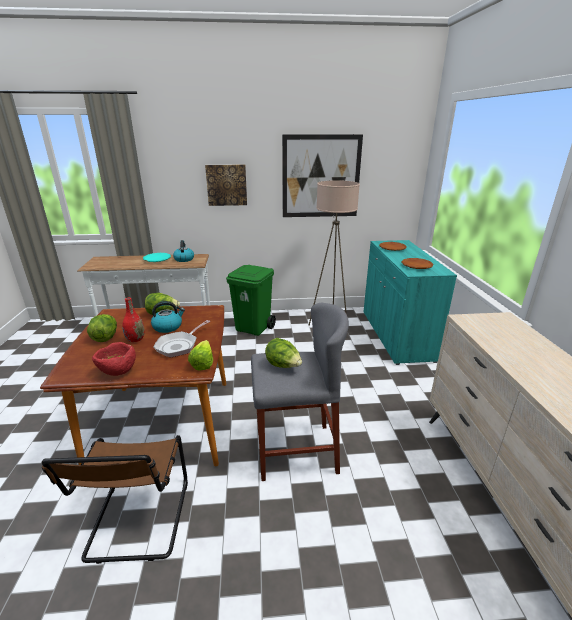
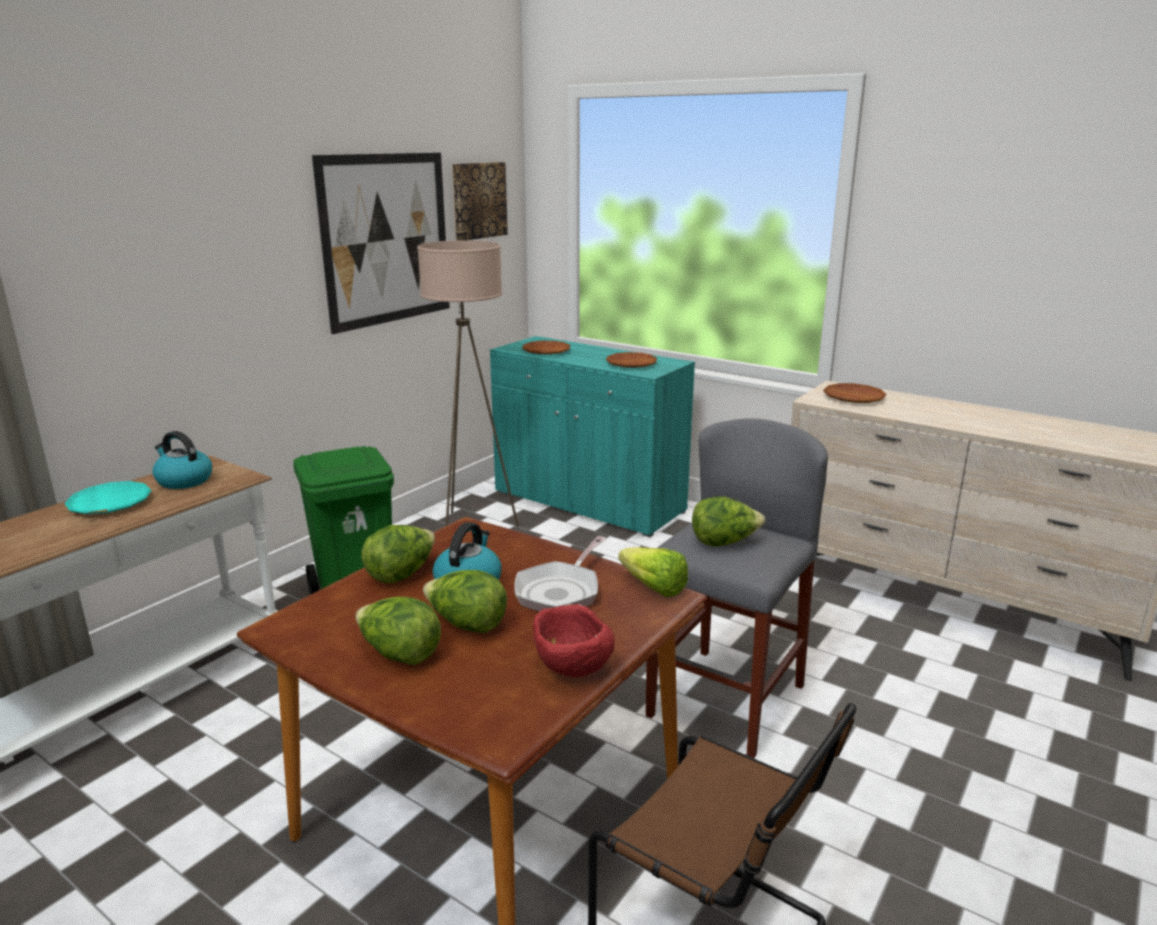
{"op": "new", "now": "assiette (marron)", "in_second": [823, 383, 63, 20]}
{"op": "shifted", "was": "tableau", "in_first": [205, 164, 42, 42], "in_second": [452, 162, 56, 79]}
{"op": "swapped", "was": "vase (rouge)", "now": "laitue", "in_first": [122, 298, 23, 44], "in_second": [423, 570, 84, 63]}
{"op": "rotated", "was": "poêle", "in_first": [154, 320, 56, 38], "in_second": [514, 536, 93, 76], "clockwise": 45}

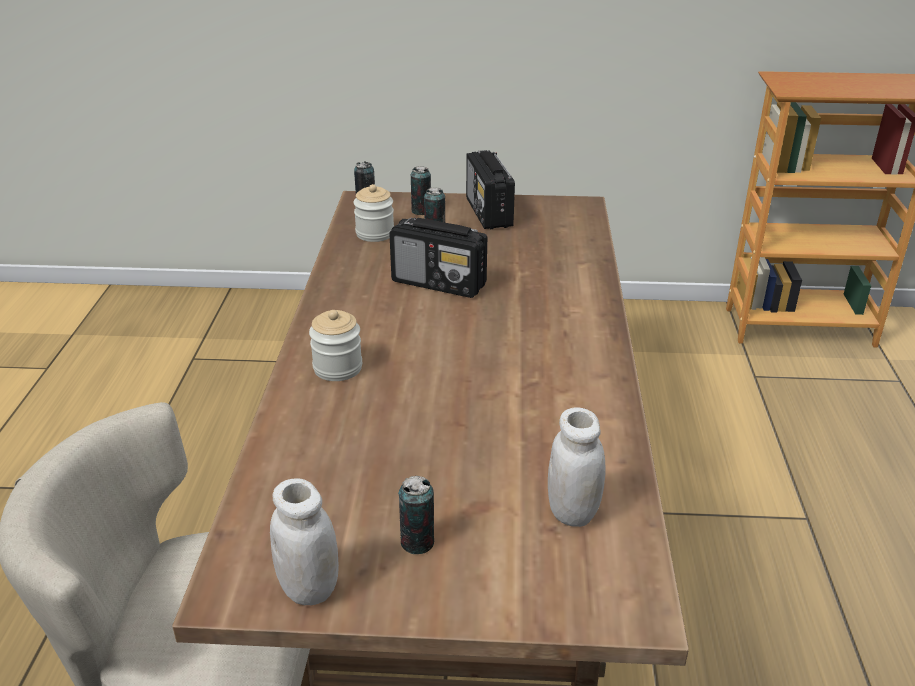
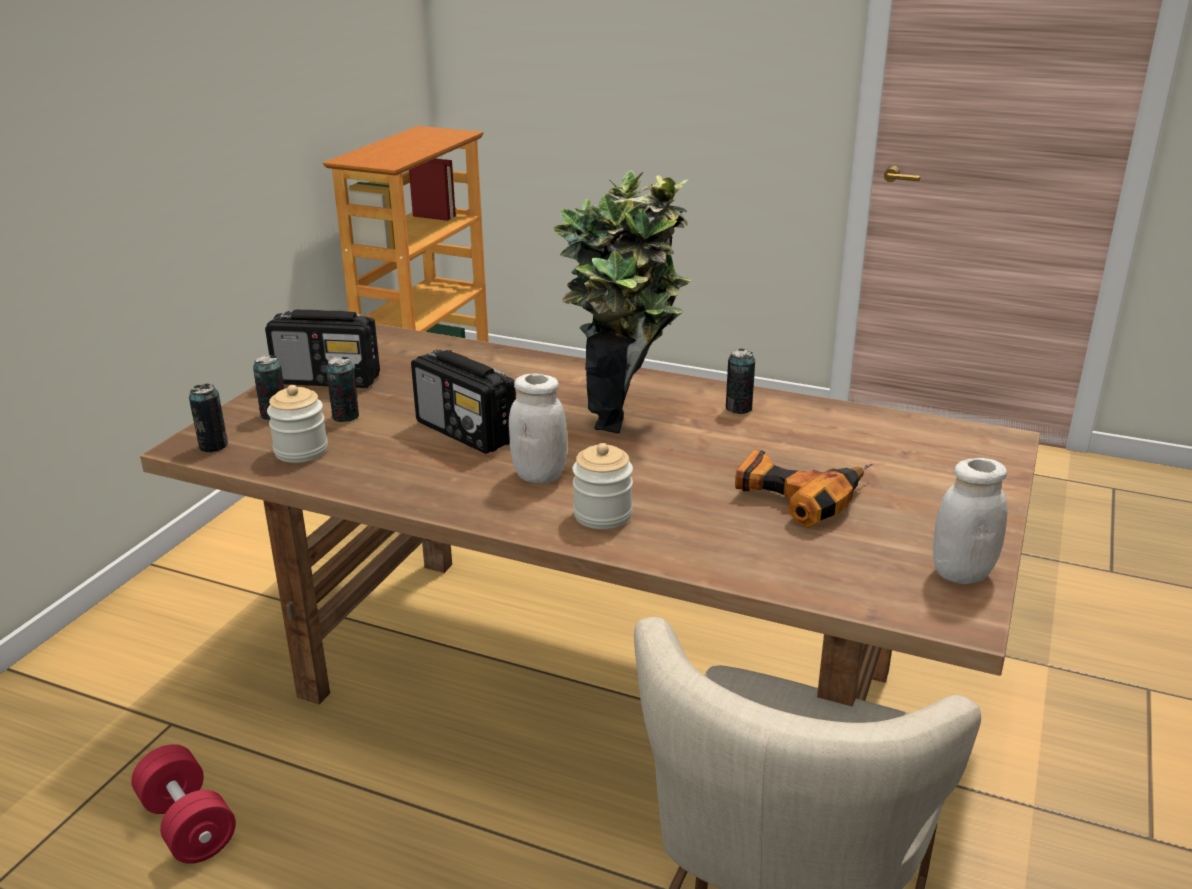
{"op": "new", "now": "haltère (rouge)", "in_second": [131, 744, 105, 120]}
{"op": "new", "now": "plante en pot", "in_second": [553, 170, 138, 263]}
{"op": "new", "now": "perceuse", "in_second": [735, 450, 137, 78]}
{"op": "shifted", "was": "boîte métallique", "in_first": [398, 476, 36, 78], "in_second": [726, 349, 29, 65]}
{"op": "shifted", "was": "bocal (blanc)", "in_first": [548, 407, 58, 120], "in_second": [509, 374, 58, 110]}
{"op": "rotated", "was": "radio", "in_first": [389, 217, 98, 81], "in_second": [411, 349, 105, 105], "clockwise": 90}

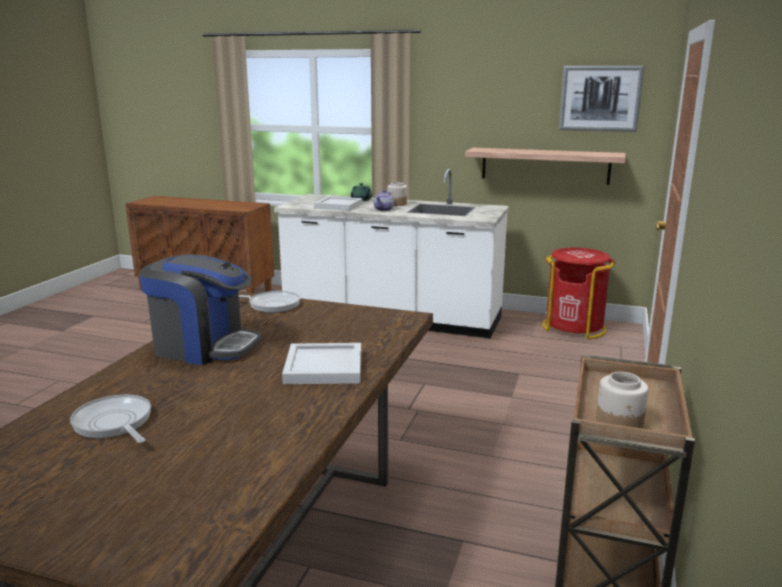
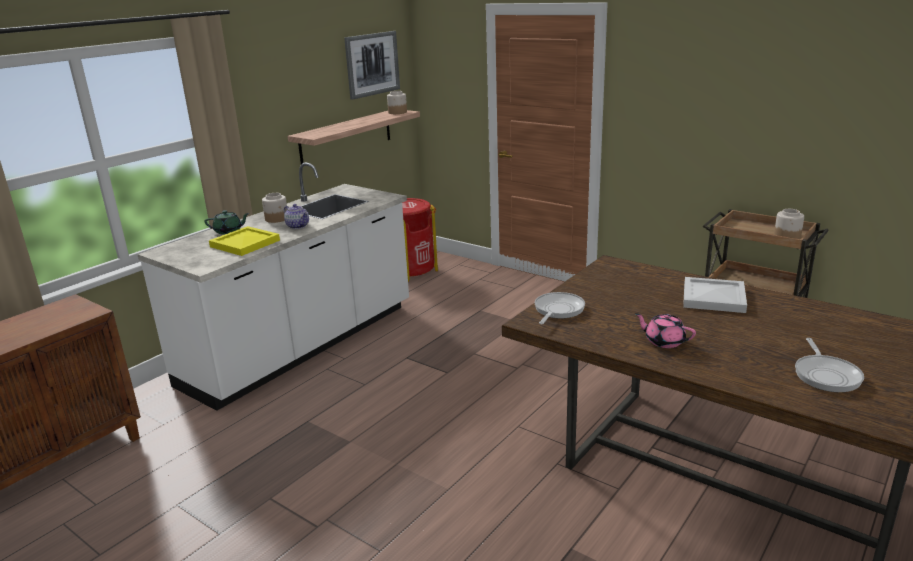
{"op": "new", "now": "bocal", "in_second": [387, 91, 20, 23]}
{"op": "swapped", "was": "machine à café", "now": "théière (rose)", "in_first": [139, 254, 122, 111], "in_second": [635, 313, 61, 35]}
{"op": "repainted", "was": "plateau (blanc)", "now": "plateau (jaune)", "in_first": [314, 196, 49, 15], "in_second": [209, 226, 71, 30]}
{"op": "rotated", "was": "poêle", "in_first": [70, 395, 81, 48], "in_second": [795, 338, 69, 54], "clockwise": -60}

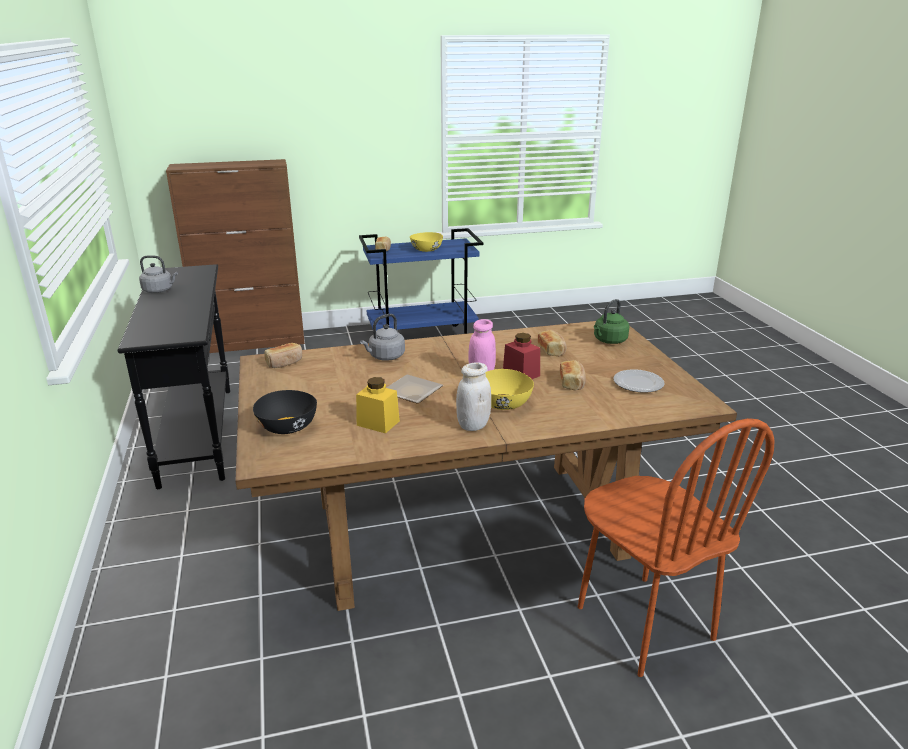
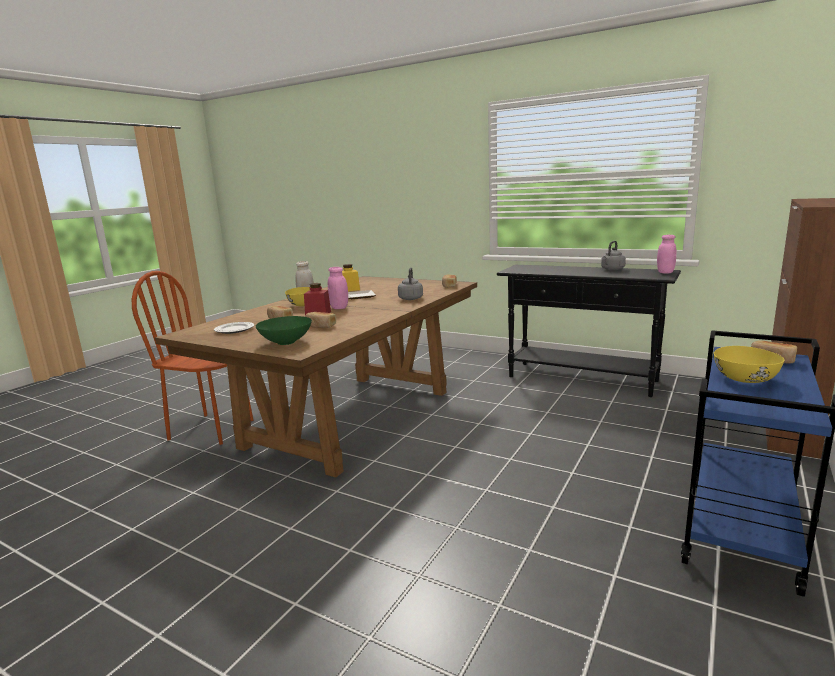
{"op": "gone", "was": "bol (noir)", "in_first": [253, 390, 64, 44]}
{"op": "new", "now": "bocal (rose)", "in_second": [657, 235, 20, 39]}
{"op": "swapped", "was": "bouilloire (vert)", "now": "bol (vert)", "in_first": [594, 299, 36, 45], "in_second": [256, 316, 56, 29]}

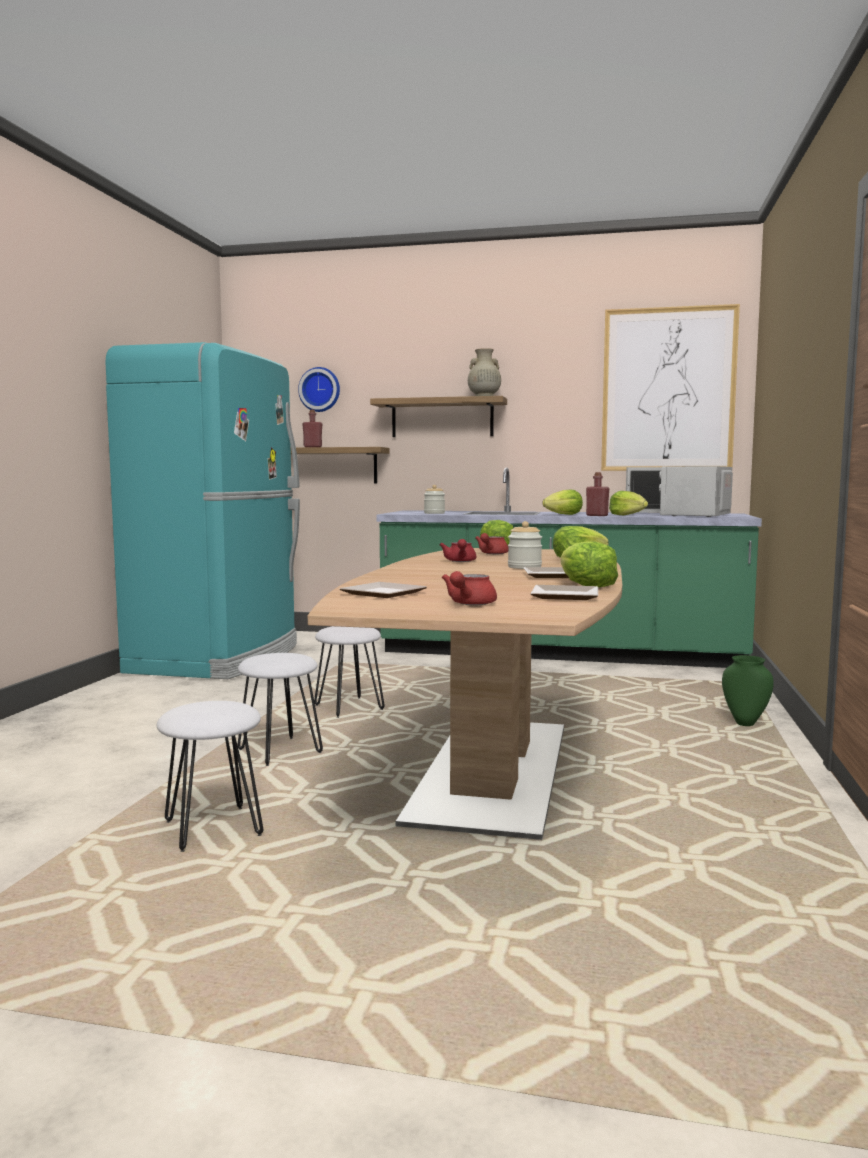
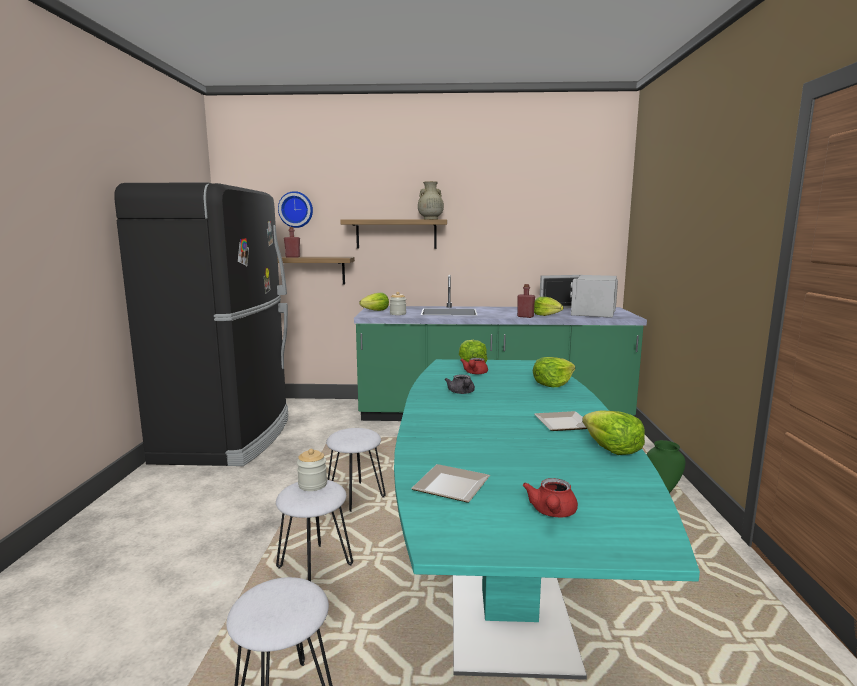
{"op": "gone", "was": "assiette", "in_first": [530, 585, 68, 15]}
{"op": "gone", "was": "tableau", "in_first": [601, 304, 139, 167]}
{"op": "shifted", "was": "bocal", "in_first": [508, 521, 34, 48], "in_second": [297, 449, 30, 42]}
{"op": "shifted", "was": "laitue", "in_first": [542, 490, 41, 25], "in_second": [360, 293, 29, 18]}
{"op": "repainted", "was": "réfrigérateur (turquoise)", "now": "réfrigérateur (noir)", "in_first": [106, 342, 194, 337], "in_second": [114, 182, 174, 284]}
{"op": "repainted", "was": "table à manger (marron)", "now": "table à manger (turquoise)", "in_first": [308, 548, 314, 292], "in_second": [394, 359, 306, 321]}
{"op": "repainted", "was": "théière (rouge)", "now": "théière (gris)", "in_first": [439, 539, 37, 23], "in_second": [445, 374, 30, 20]}

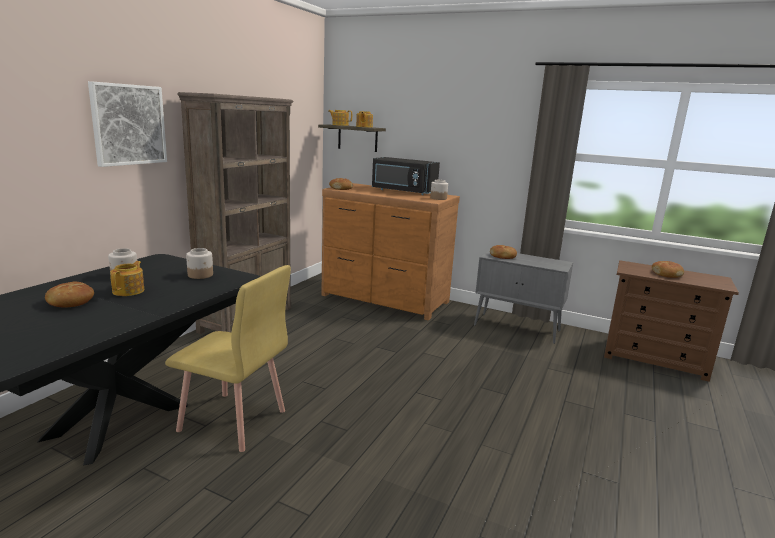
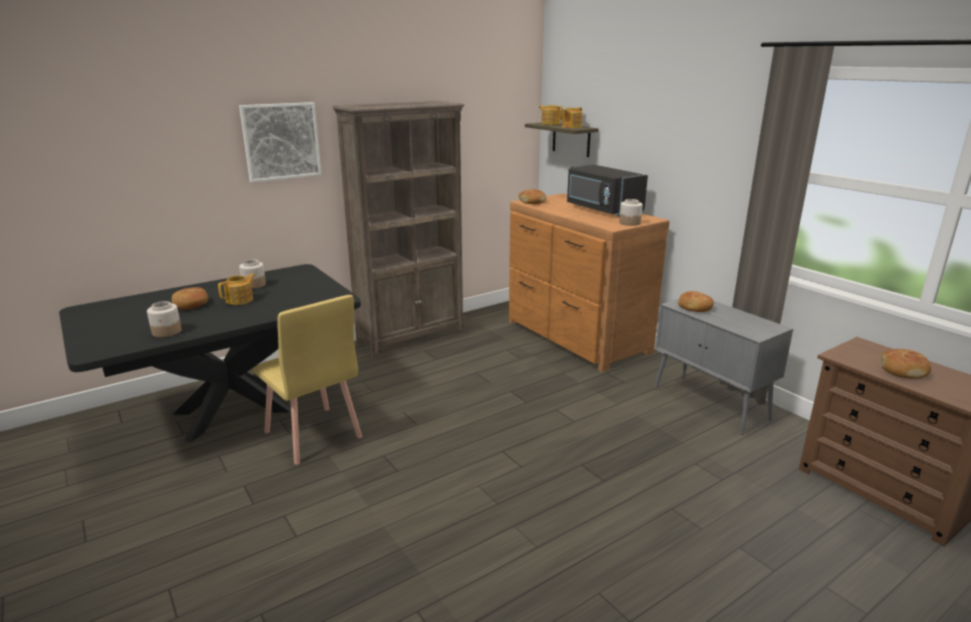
{"op": "shifted", "was": "bocal", "in_first": [186, 248, 27, 31], "in_second": [147, 301, 35, 36]}

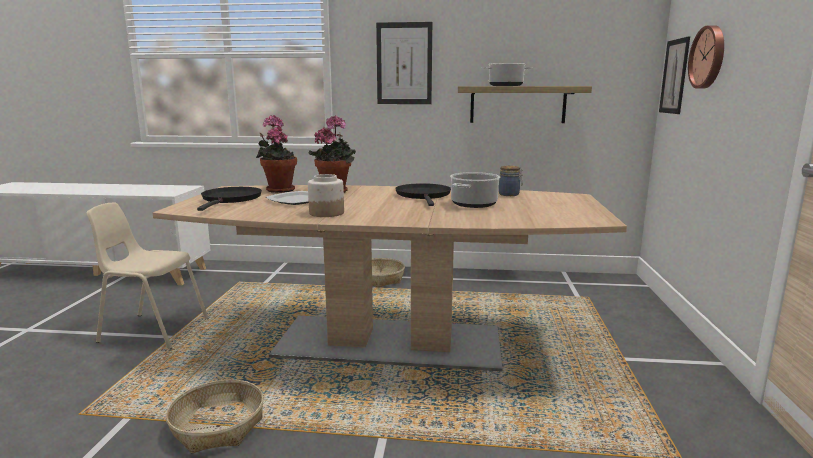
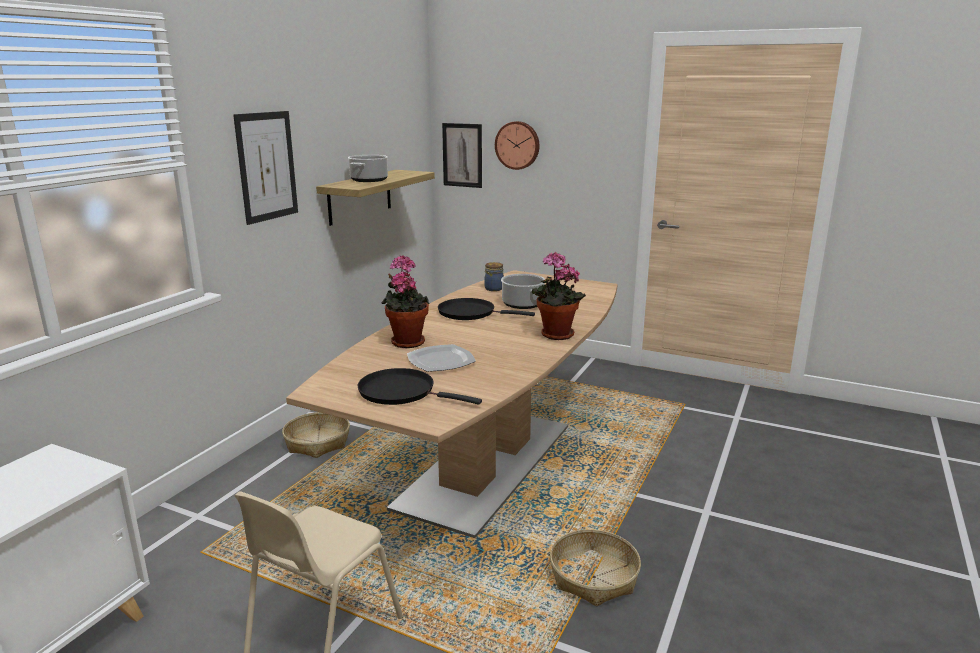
{"op": "gone", "was": "bocal", "in_first": [308, 174, 36, 43]}
{"op": "shifted", "was": "plante en pot", "in_first": [256, 115, 41, 78], "in_second": [532, 252, 54, 88]}

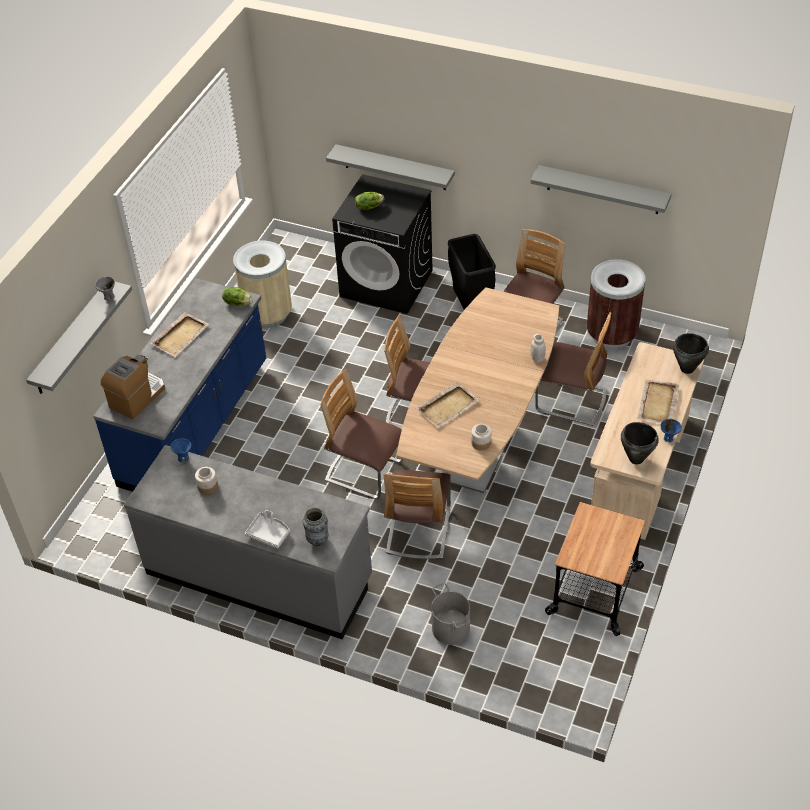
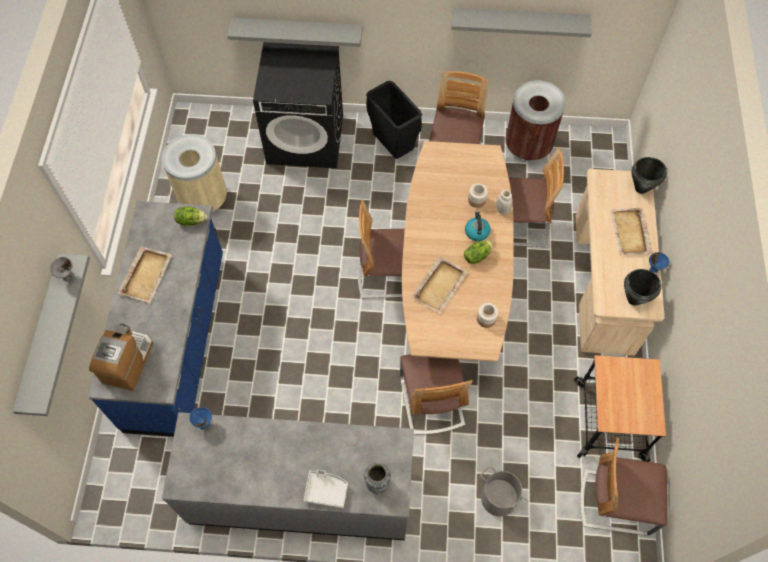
{"op": "new", "now": "bouilloire", "in_second": [465, 211, 25, 30]}
{"op": "shifted", "was": "bocal", "in_first": [195, 467, 23, 28], "in_second": [468, 183, 20, 25]}
{"op": "shifted", "was": "chaise", "in_first": [320, 369, 84, 130], "in_second": [580, 438, 87, 97]}
{"op": "shifted", "was": "laitue", "in_first": [355, 192, 29, 18], "in_second": [464, 241, 29, 23]}

